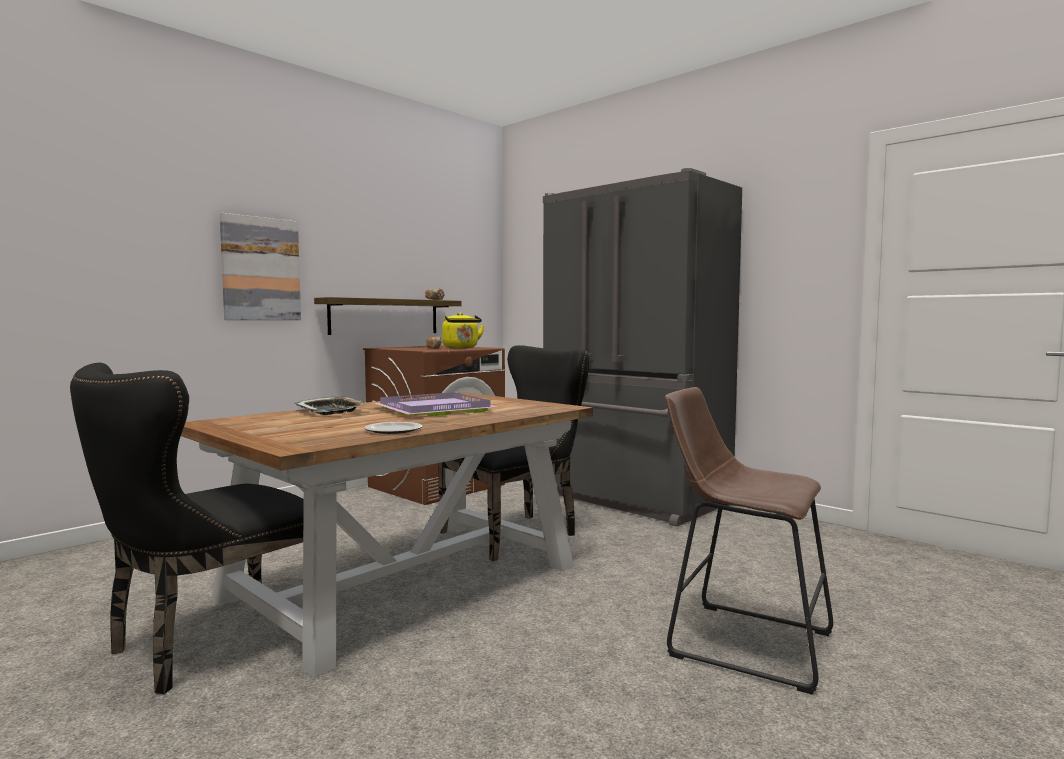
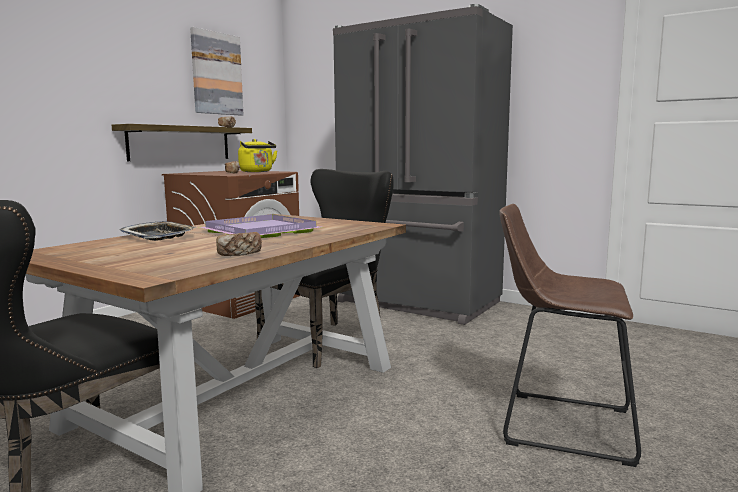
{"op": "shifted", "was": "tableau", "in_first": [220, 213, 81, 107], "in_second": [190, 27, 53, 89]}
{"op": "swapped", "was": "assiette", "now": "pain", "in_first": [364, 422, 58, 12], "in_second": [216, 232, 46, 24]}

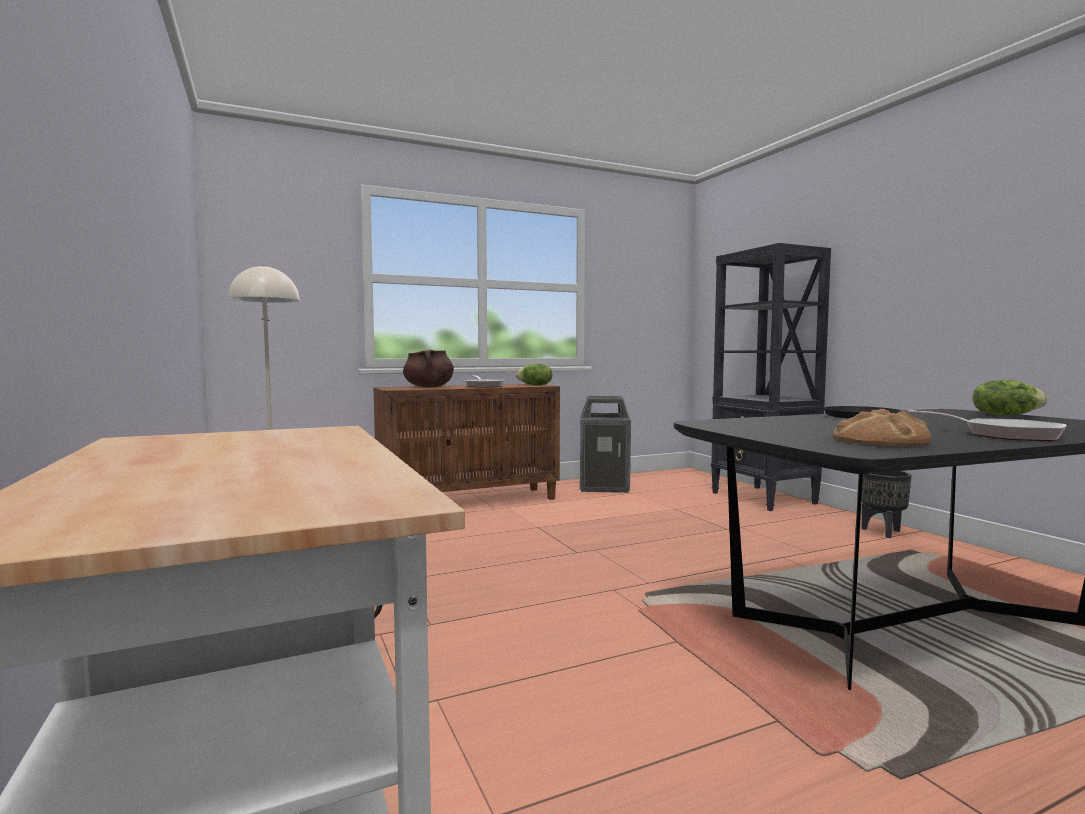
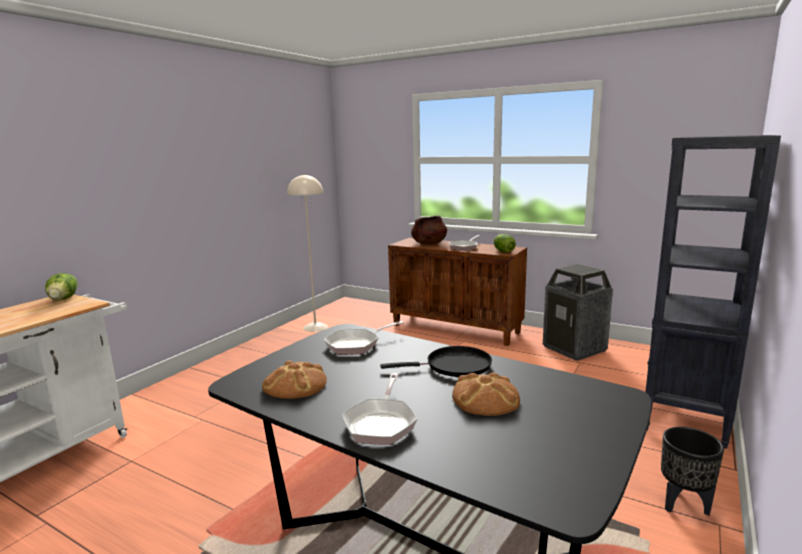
{"op": "new", "now": "poêle", "in_second": [324, 321, 80, 34]}
{"op": "new", "now": "pain", "in_second": [452, 373, 68, 43]}
{"op": "shifted", "was": "laitue", "in_first": [973, 380, 75, 35], "in_second": [45, 273, 33, 27]}

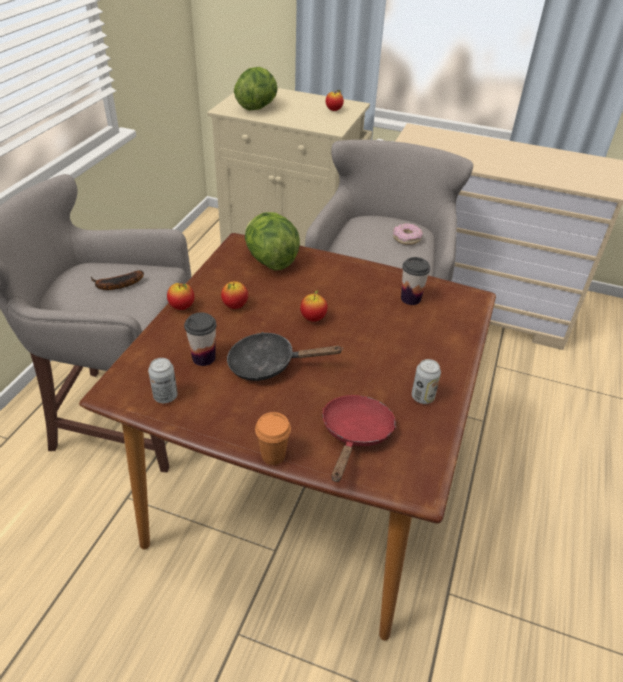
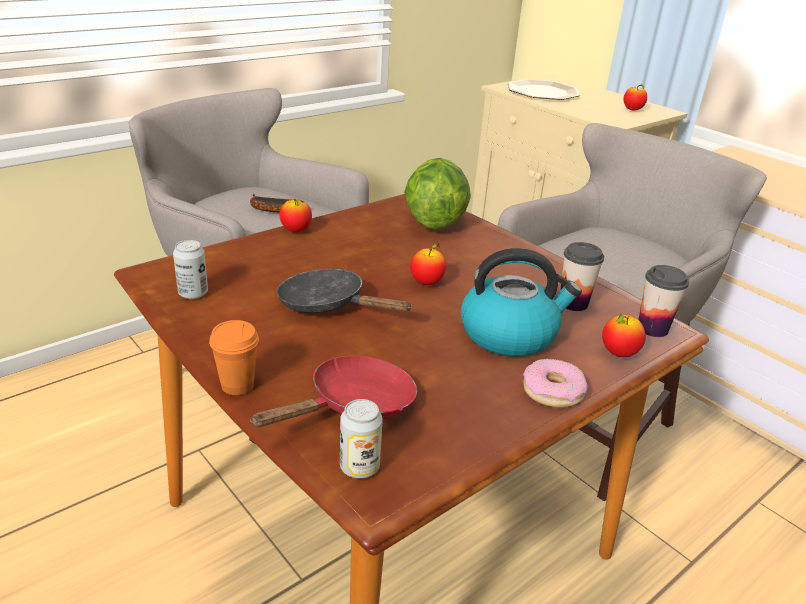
{"op": "new", "now": "bouilloire", "in_second": [461, 248, 121, 108]}
{"op": "shifted", "was": "tasse", "in_first": [184, 312, 33, 54], "in_second": [638, 265, 51, 72]}
{"op": "shifted", "was": "pomme", "in_first": [221, 281, 27, 28], "in_second": [602, 314, 44, 43]}
{"op": "shifted", "was": "beignet", "in_first": [393, 223, 30, 22], "in_second": [523, 359, 64, 49]}
{"op": "shifted", "was": "boîte métallique", "in_first": [412, 359, 29, 45], "in_second": [340, 399, 43, 79]}
{"op": "swapped", "was": "laitue", "now": "assiette", "in_first": [234, 67, 44, 44], "in_second": [508, 79, 72, 21]}

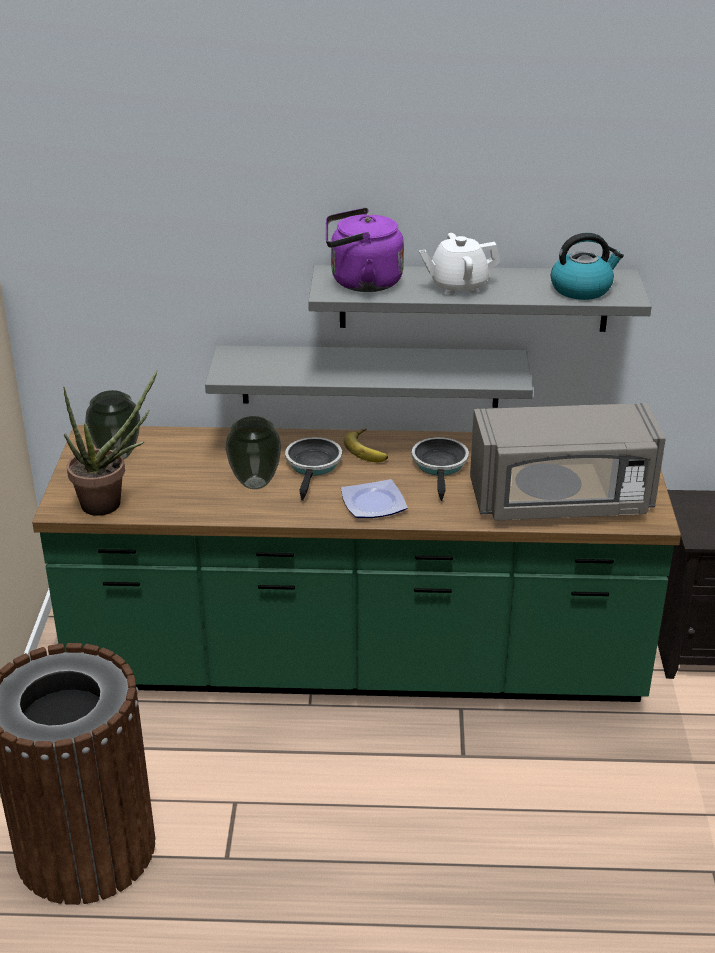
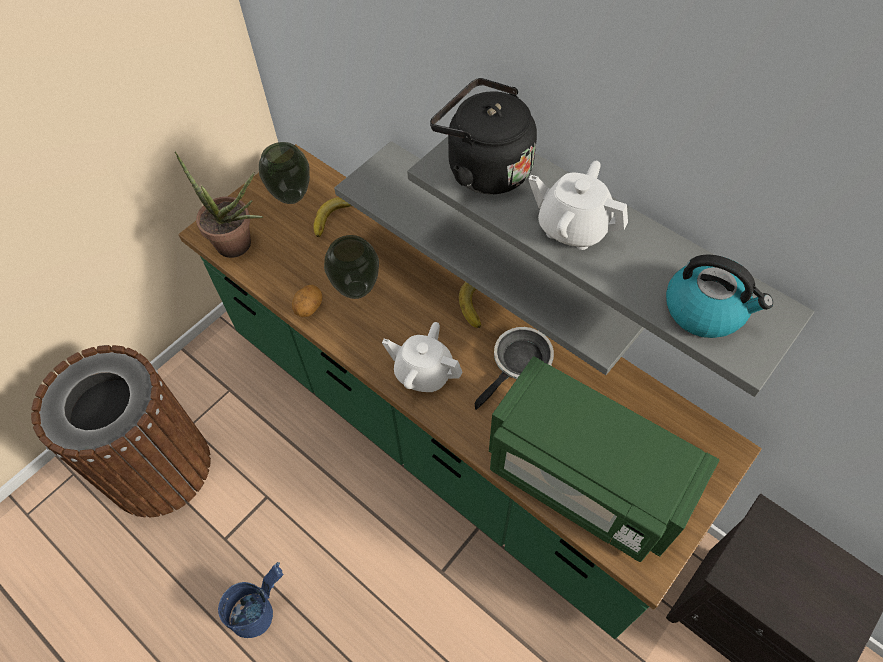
{"op": "gone", "was": "poêle", "in_first": [285, 437, 57, 64]}
{"op": "new", "now": "seau (bleu)", "in_second": [218, 562, 65, 76]}
{"op": "new", "now": "pomme de terre", "in_second": [292, 285, 30, 32]}
{"op": "new", "now": "banane", "in_second": [313, 197, 39, 40]}
{"op": "swapped", "was": "assiette", "now": "théière (blanc)", "in_first": [341, 479, 67, 39], "in_second": [382, 322, 80, 70]}
{"op": "repainted", "was": "bouilloire (violet)", "now": "bouilloire (noir)", "in_first": [326, 208, 78, 84], "in_second": [430, 78, 107, 117]}
{"op": "repainted", "was": "micro-ondes (gris)", "now": "micro-ondes (vert)", "in_first": [470, 403, 196, 118], "in_second": [489, 356, 230, 206]}

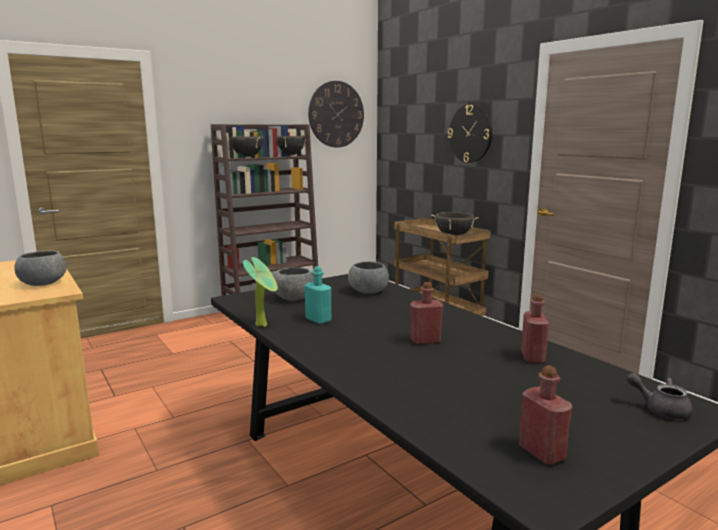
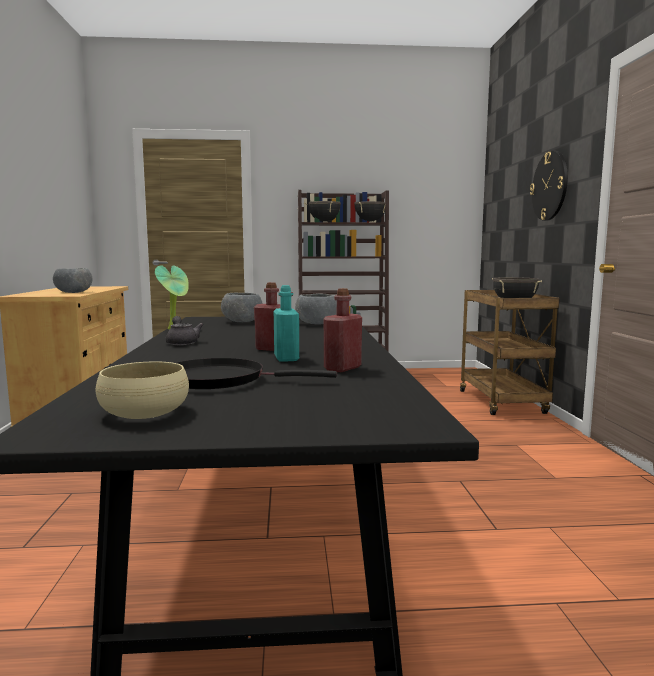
{"op": "gone", "was": "horloge murale", "in_first": [308, 81, 56, 67]}
{"op": "new", "now": "poêle (noir)", "in_second": [176, 358, 161, 31]}
{"op": "shifted", "was": "bouteille (turquoise)", "in_first": [304, 266, 27, 58], "in_second": [274, 285, 25, 77]}
{"op": "shifted", "was": "théière (gris)", "in_first": [626, 373, 67, 46], "in_second": [166, 316, 37, 29]}
{"op": "swapped", "was": "bouteille (rouge)", "now": "bol (beige)", "in_first": [519, 365, 53, 100], "in_second": [96, 361, 93, 58]}

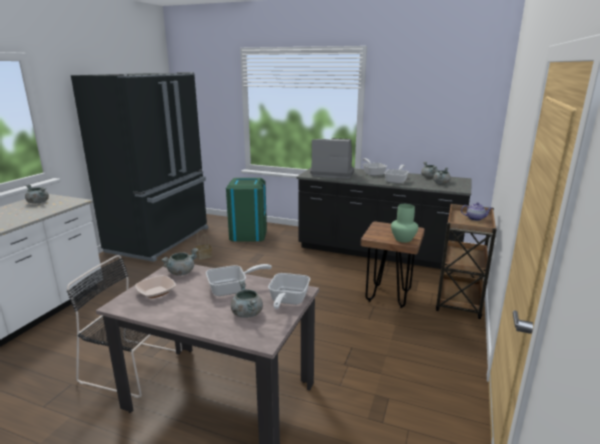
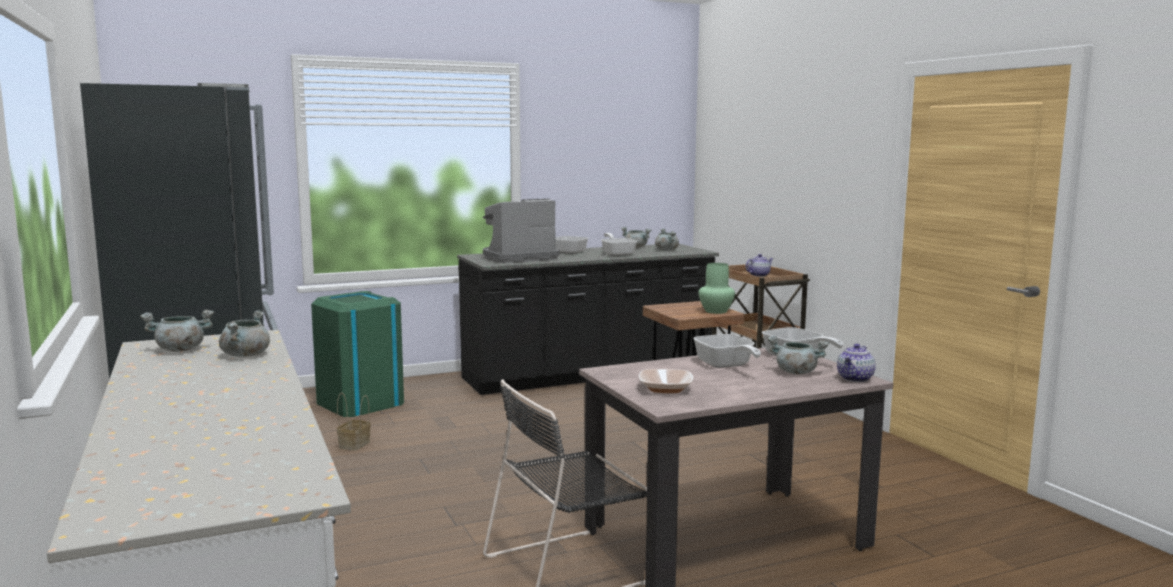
{"op": "new", "now": "théière", "in_second": [837, 344, 39, 38]}
{"op": "shifted", "was": "marmite (gris)", "in_first": [161, 248, 37, 28], "in_second": [219, 310, 51, 47]}
{"op": "rotated", "was": "poêle", "in_first": [206, 264, 66, 32], "in_second": [693, 334, 68, 34], "clockwise": 135}

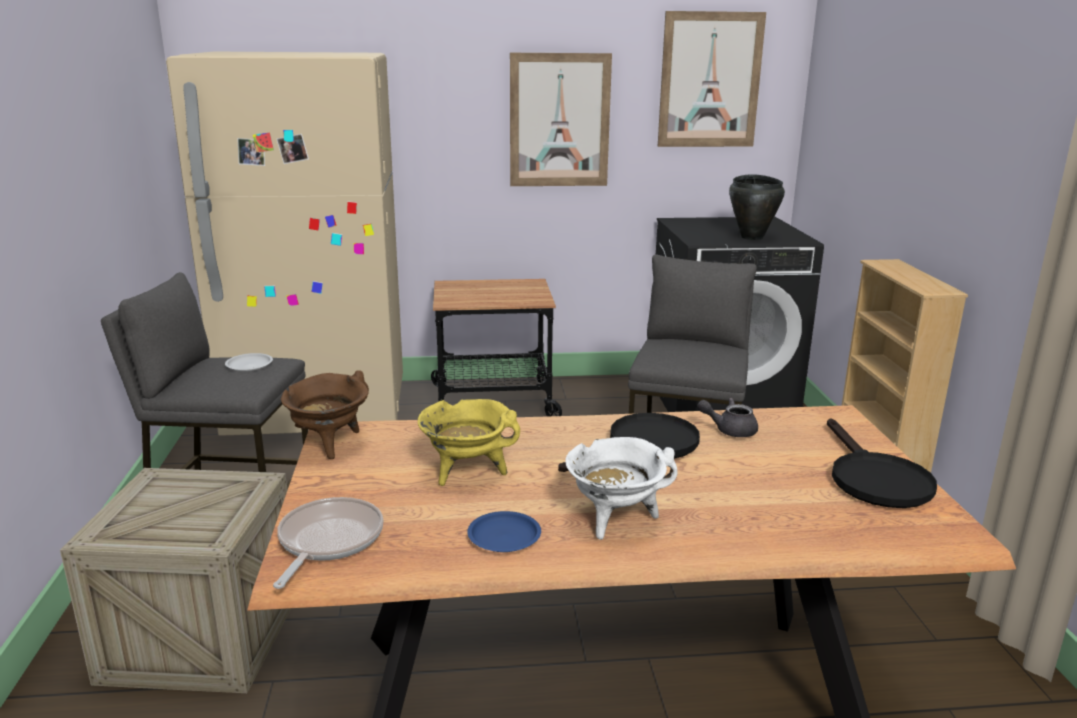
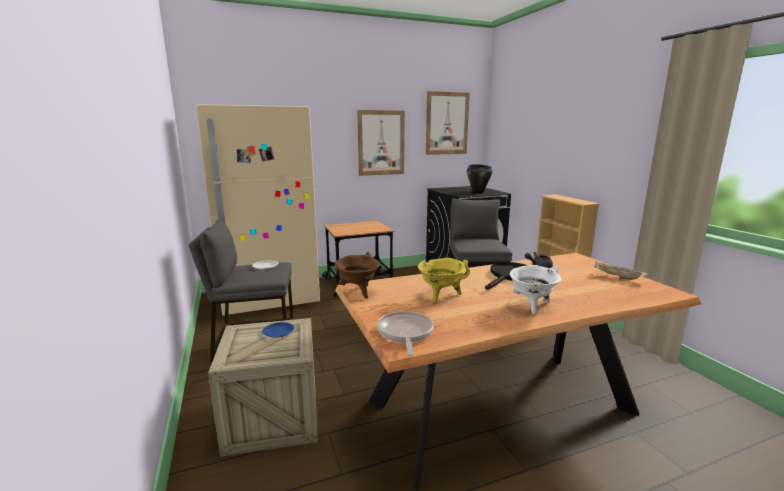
{"op": "shifted", "was": "assiette (bleu)", "in_first": [467, 511, 74, 41], "in_second": [262, 322, 32, 16]}
{"op": "swapped", "was": "poêle (noir)", "now": "plateau (beige)", "in_first": [827, 418, 110, 90], "in_second": [594, 262, 54, 18]}

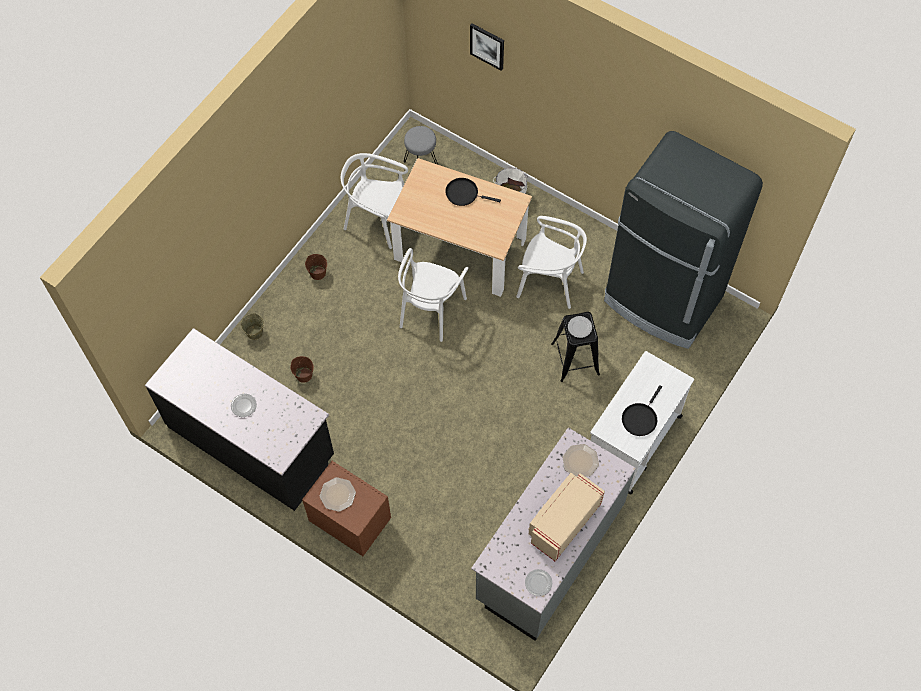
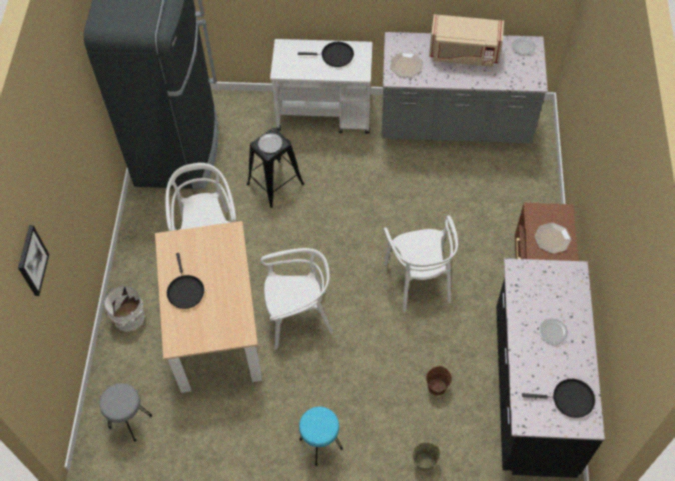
{"op": "new", "now": "poêle (noir)", "in_second": [522, 379, 73, 39]}
{"op": "shifted", "was": "chaise (blanc)", "in_first": [341, 153, 67, 96], "in_second": [384, 215, 74, 97]}
{"op": "swapped", "was": "seau (marron)", "now": "tabouret (turquoise)", "in_first": [305, 254, 22, 26], "in_second": [299, 407, 44, 59]}

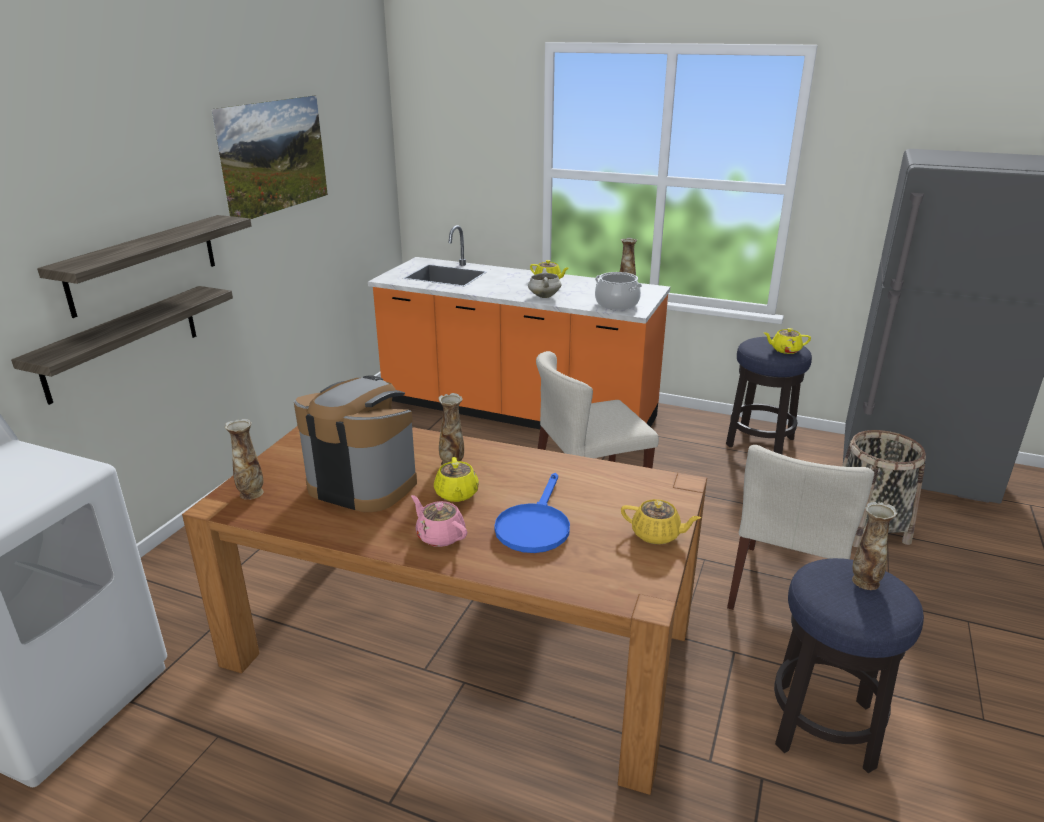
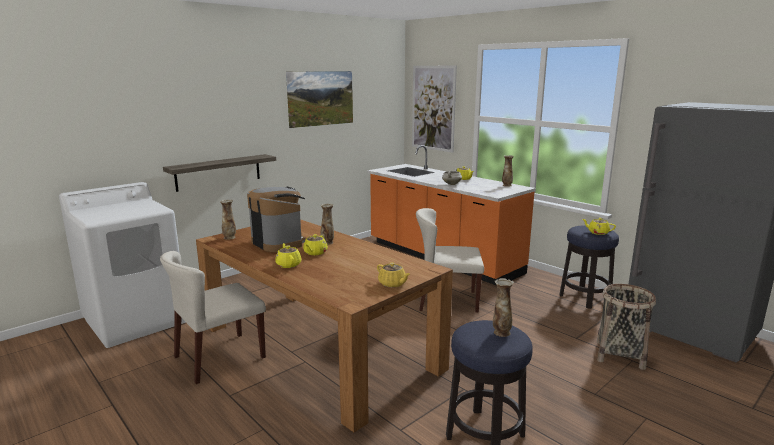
{"op": "gone", "was": "étagère", "in_first": [37, 215, 215, 103]}
{"op": "gone", "was": "poêle (bleu)", "in_first": [494, 473, 76, 80]}
{"op": "gone", "was": "marmite", "in_first": [595, 272, 47, 38]}
{"op": "new", "now": "tableau", "in_second": [412, 66, 45, 86]}
{"op": "shifted", "was": "chaise (beige)", "in_first": [727, 445, 147, 165], "in_second": [160, 251, 106, 133]}
{"op": "repainted", "was": "théière (rose)", "now": "théière (jaune)", "in_first": [411, 495, 56, 52], "in_second": [275, 243, 26, 25]}

